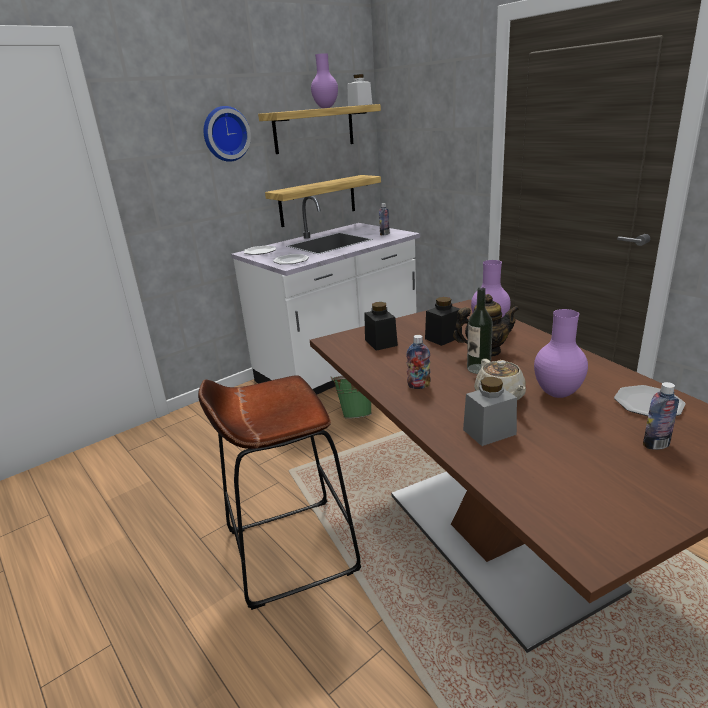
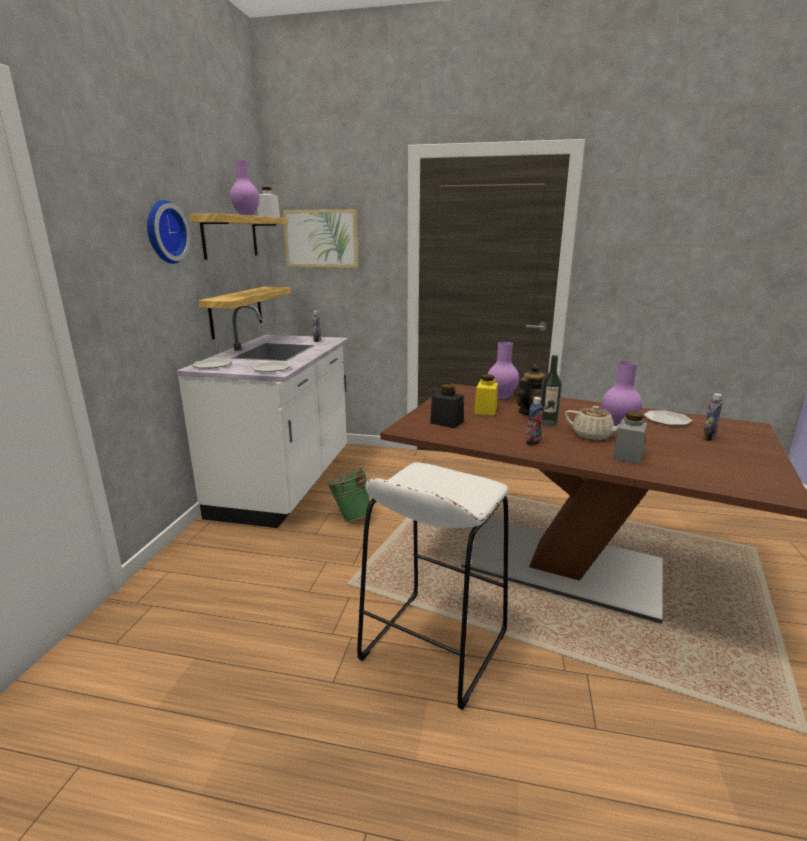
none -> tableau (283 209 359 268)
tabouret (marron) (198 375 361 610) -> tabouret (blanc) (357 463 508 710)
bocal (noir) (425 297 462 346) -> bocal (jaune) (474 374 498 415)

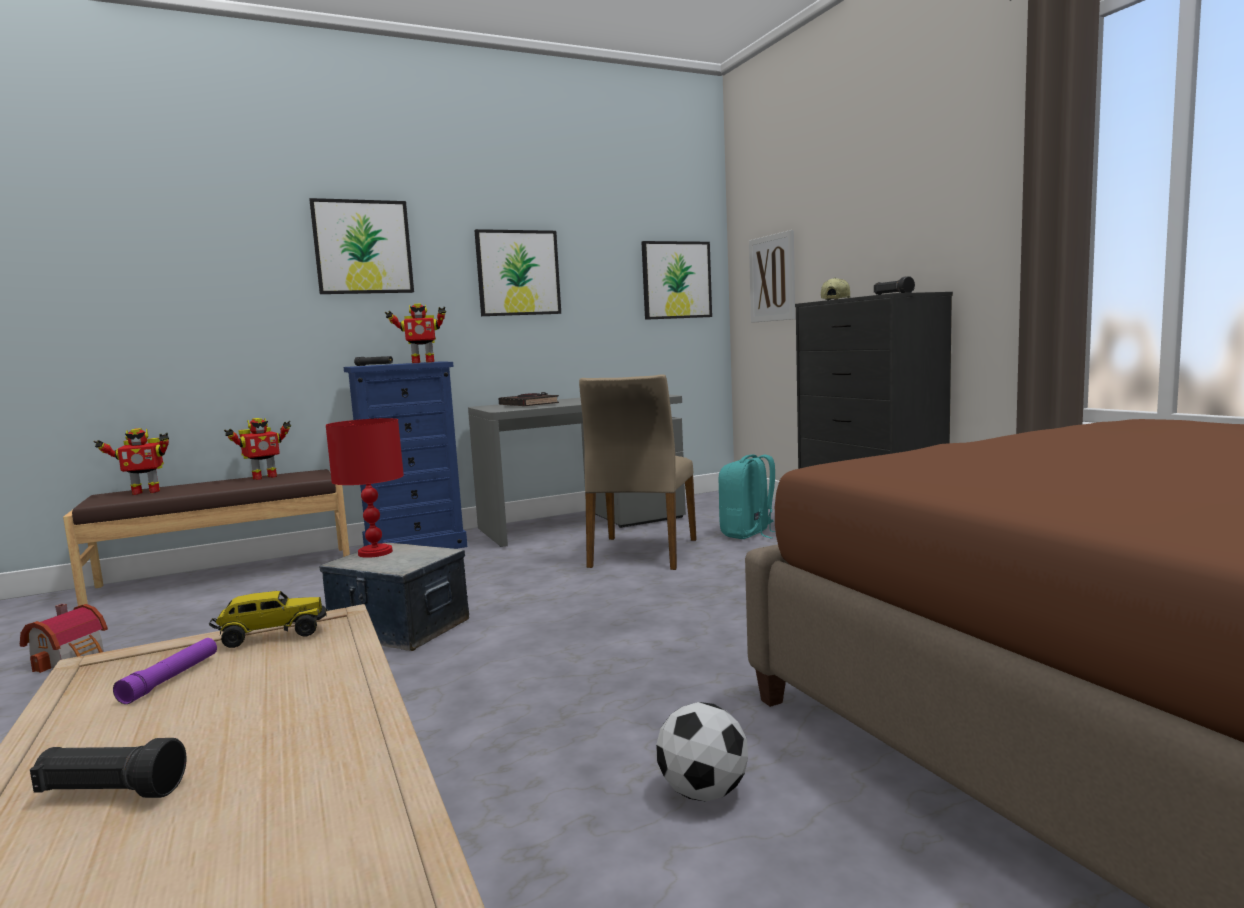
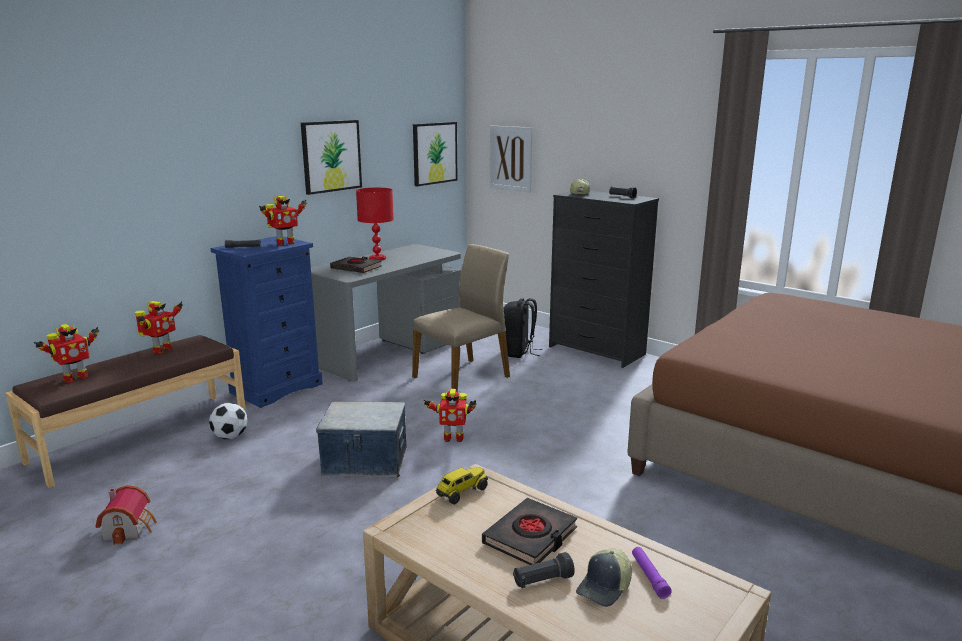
ballon de foot (656 702 748 802) -> ballon de foot (209 403 247 439), relocated
lampe de table (rouge) (326 418 404 558) -> lampe de table (rouge) (356 188 394 260), relocated
chaise (beige) (579 374 697 570) -> chaise (beige) (412 244 510 392), 120 degrees counterclockwise
none -> robot jouet (423 389 477 442)
none -> livre (noir) (482 498 577 565)
sac à dos (turquoise) (719 455 776 539) -> sac à dos (noir) (504 298 542 358)
none -> casquette (576 549 632 607)
lampe de poche (violet) (113 638 217 704) -> lampe de poche (violet) (632 547 672 599), relocated
tableau (309 198 414 294) -> none

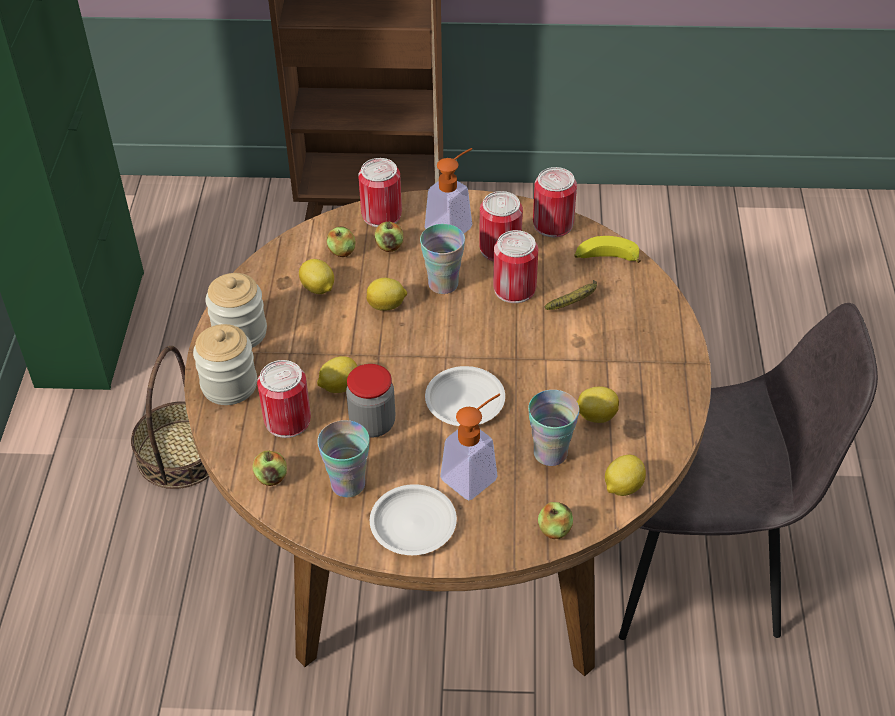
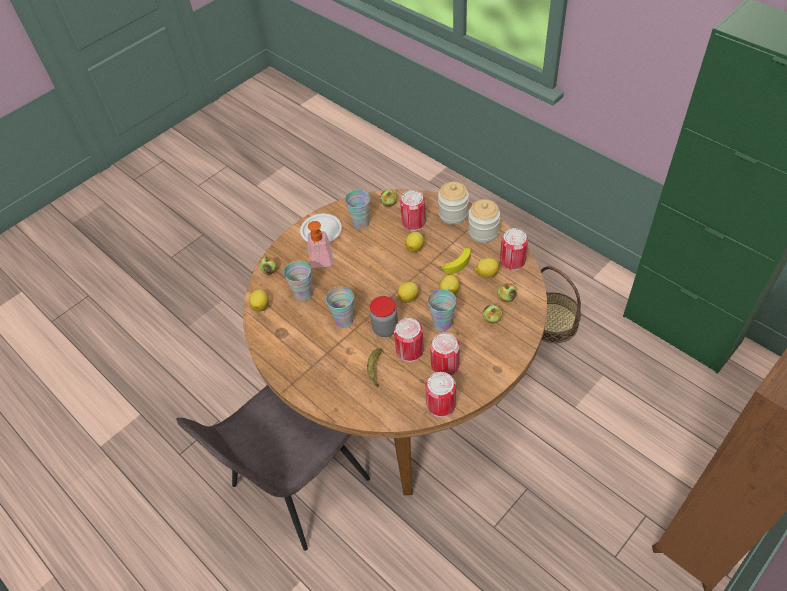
none -> tasse (326 287 354 328)
bocal (346 364 395 437) -> bocal (370 296 398 337), relocated
citron (577 386 619 423) -> citron (397 282 419 303), relocated
banane (574 236 641 263) -> banane (439 246 471 274), relocated
boîte métallique (358 158 402 227) -> boîte métallique (500 228 528 271), relocated
distributeur de savon (425 148 472 233) -> none
assiette (blanc) (425 366 505 426) -> none

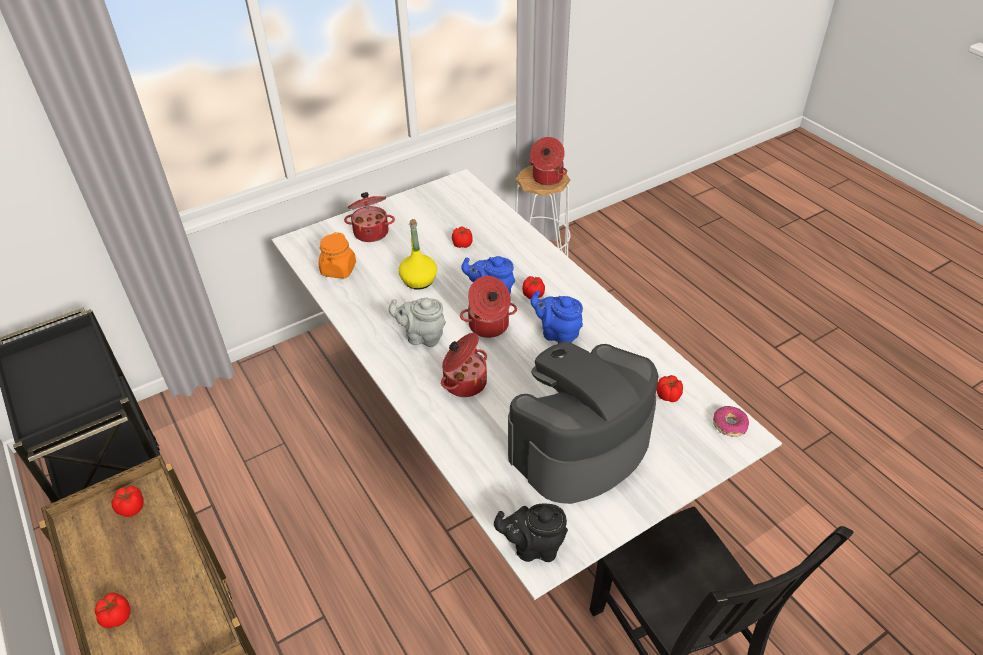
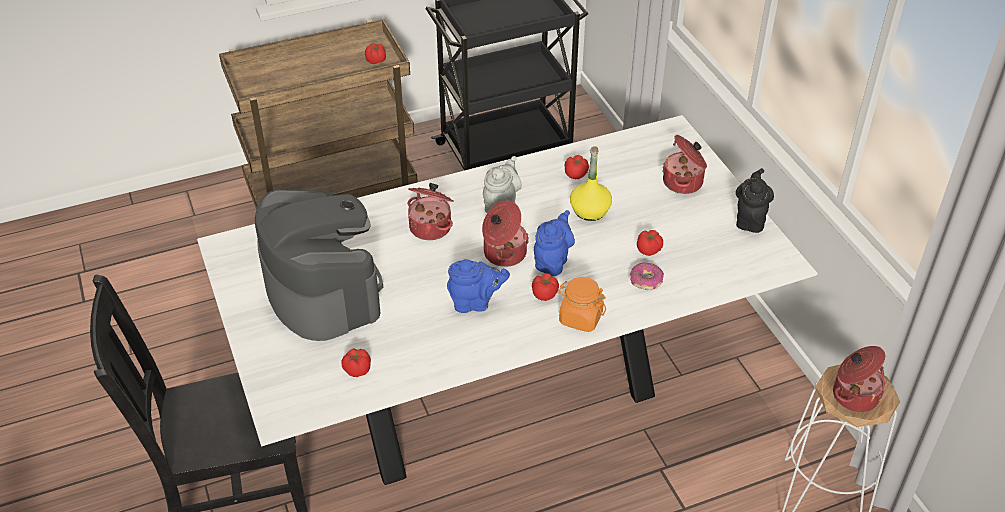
théière (bleu) (530 291 583 343) -> théière (bleu) (447 259 510 313), 45 degrees clockwise
bocal (orange) (318 232 356 278) -> bocal (orange) (557 277 606 332), relocated
tomate (95 593 131 628) -> tomate (565 155 589 179), relocated
beignet (713 406 749 437) -> beignet (630 262 664 290), relocated
théière (noir) (494 504 568 562) -> théière (noir) (736 168 774 233), relocated

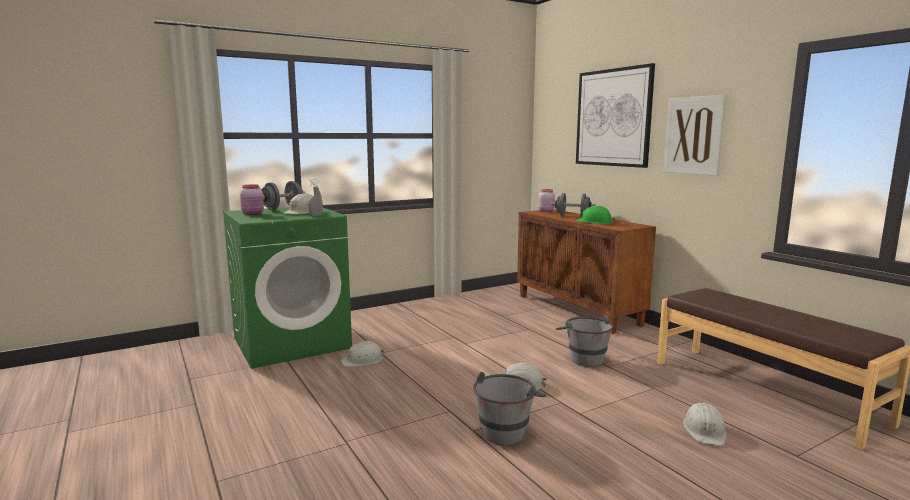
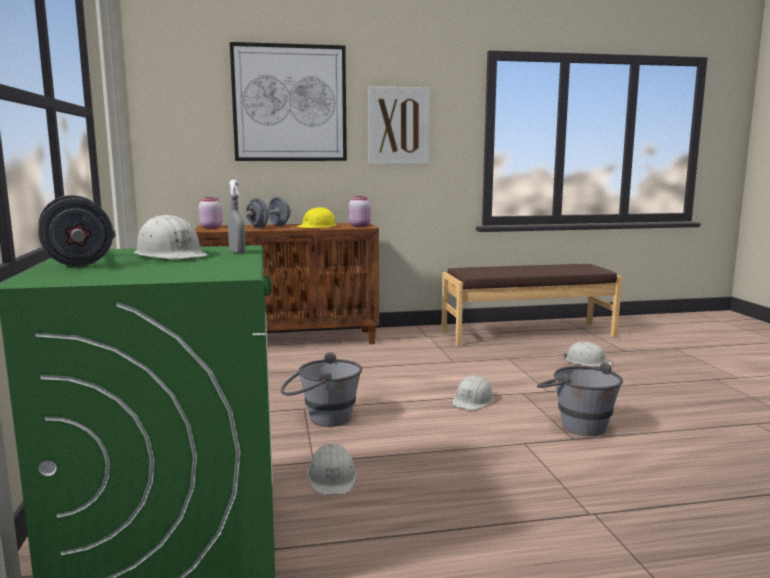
seau (gris) (556 315 614 367) -> seau (gris) (281 352 362 427), relocated
casque de chantier (vert) (576 206 615 224) -> casque de chantier (jaune) (296 207 337 228)
bocal (rose) (240 185 264 215) -> bocal (rose) (349 196 371 227), relocated

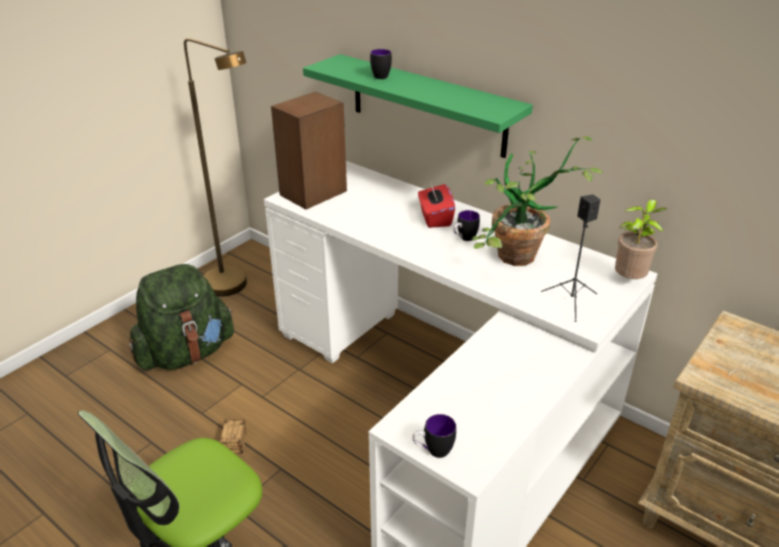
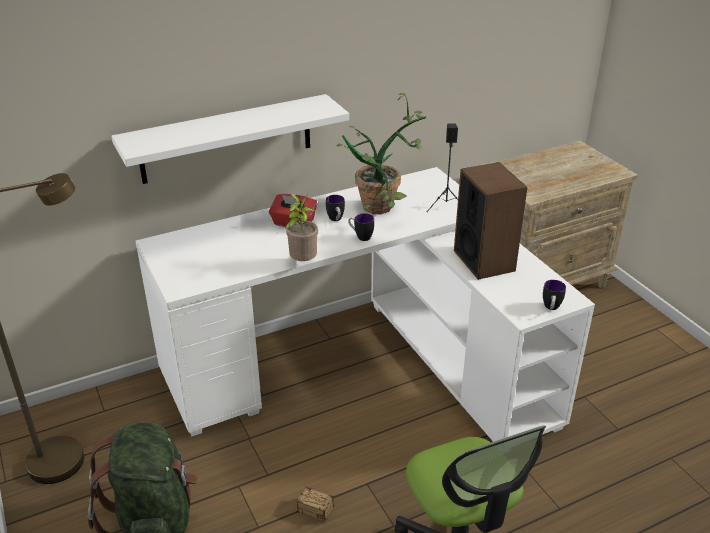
étagère (vert) (303 54 533 158) -> étagère (blanc) (111 94 349 184)
plante en pot (615 199 667 279) -> plante en pot (285 193 318 261), relocated
mug (370 49 392 79) -> mug (348 213 374 241), relocated
enceinte (271 92 347 209) -> enceinte (454 162 528 280), relocated

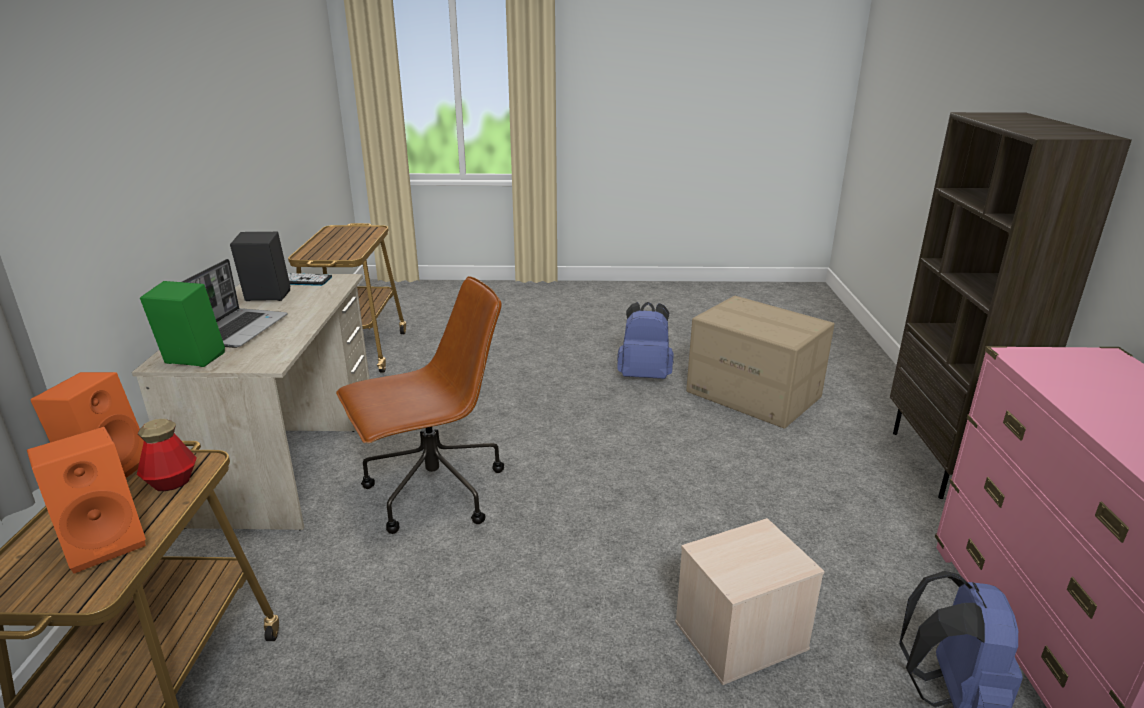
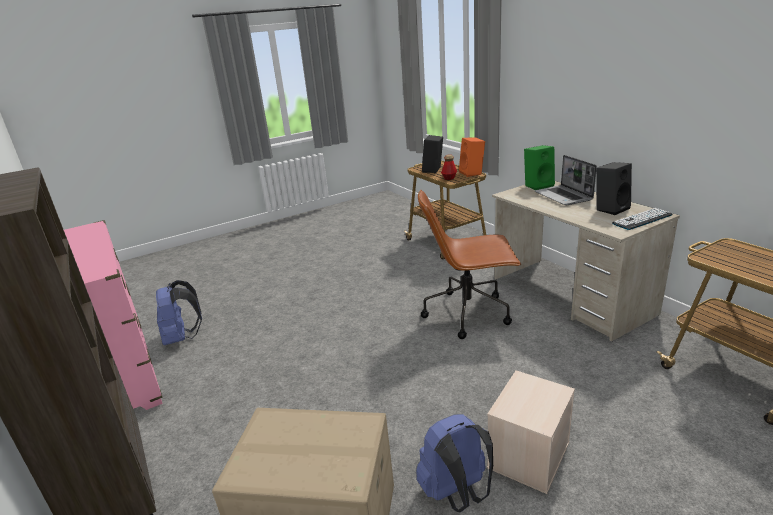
chaise de bureau (marron) (336 276 504 534) -> chaise de bureau (marron) (418 190 521 339), 60 degrees clockwise
enceinte (orange) (27 427 146 574) -> enceinte (noir) (422 135 443 173)
boîte de rangement (beige) (675 518 825 685) -> boîte de rangement (beige) (487 370 575 494), relocated

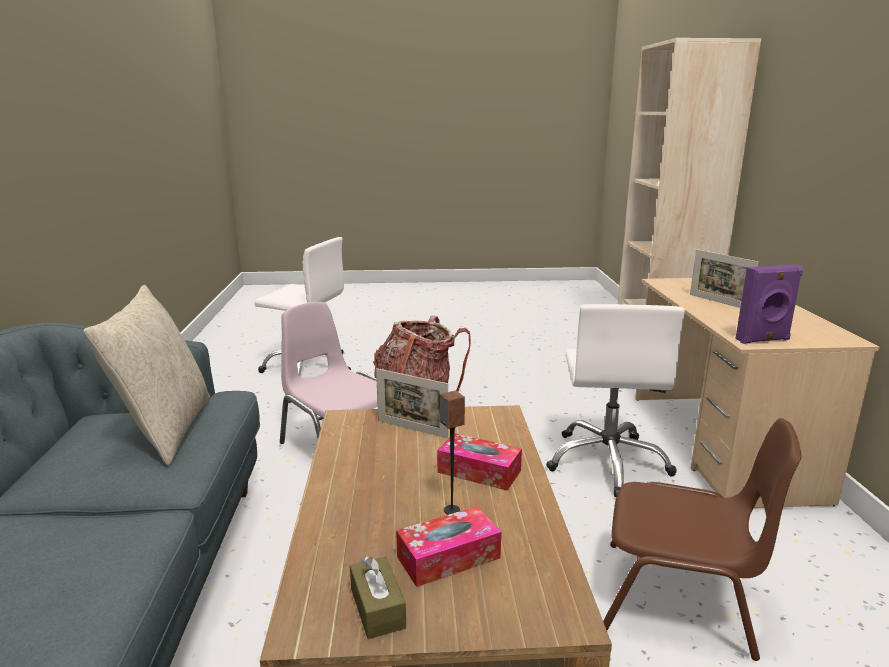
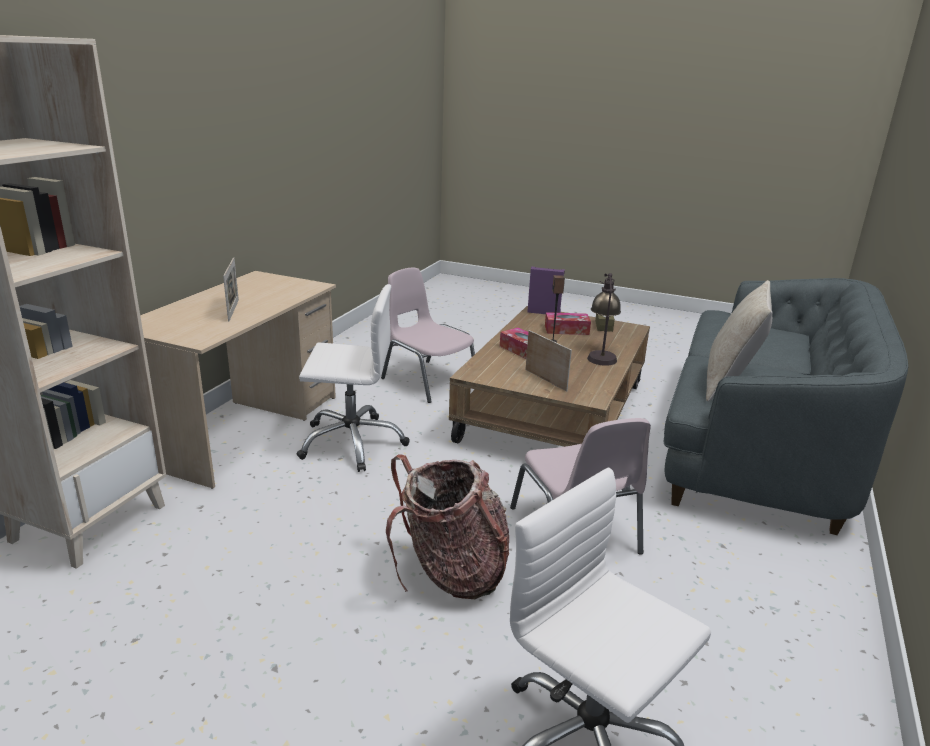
chaise de bureau (blanc) (546 304 685 497) -> chaise de bureau (blanc) (297 284 410 472), 60 degrees clockwise
chaise (marron) (603 418 802 661) -> chaise (rose) (381 267 475 403)
enceinte (violet) (735 265 803 344) -> enceinte (violet) (527 267 565 314), relocated
none -> lampe de table (587 273 621 366)

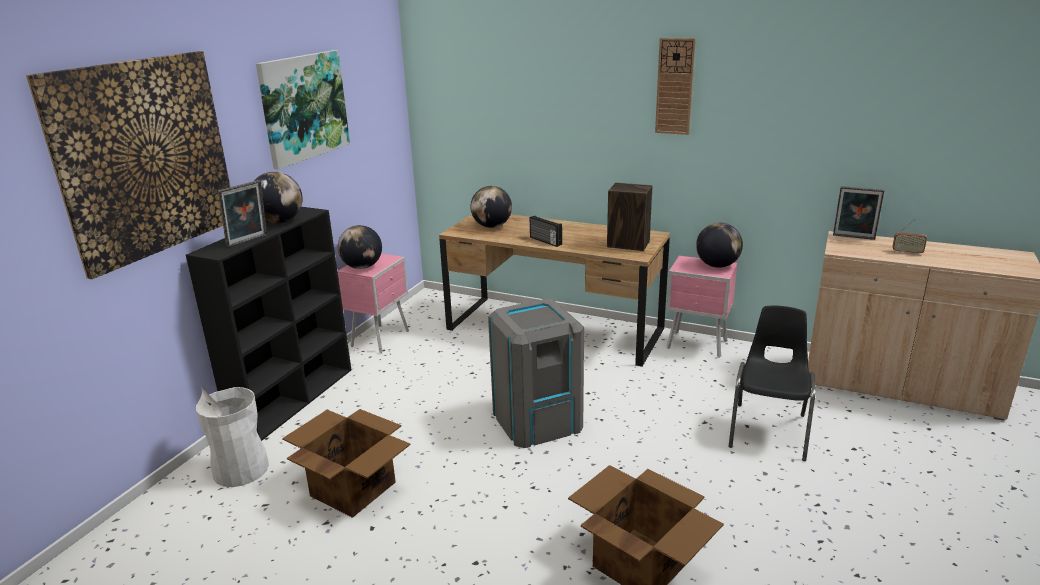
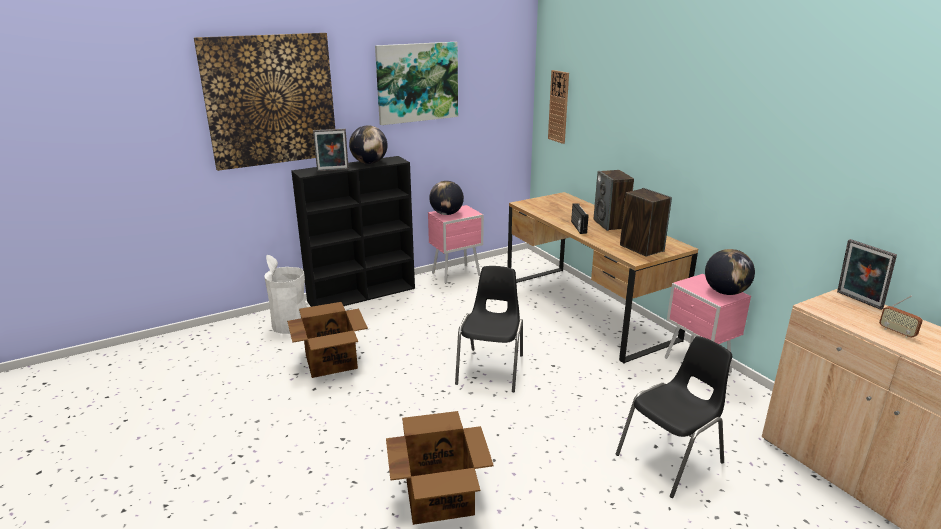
poubelle (gris) (488 299 584 448) -> chaise (noir) (455 266 523 392)
horloge murale (655 38 696 135) -> horloge murale (548 70 569 144), relocated
none -> enceinte (594 170 634 231)
globe (471 186 512 228) -> none

